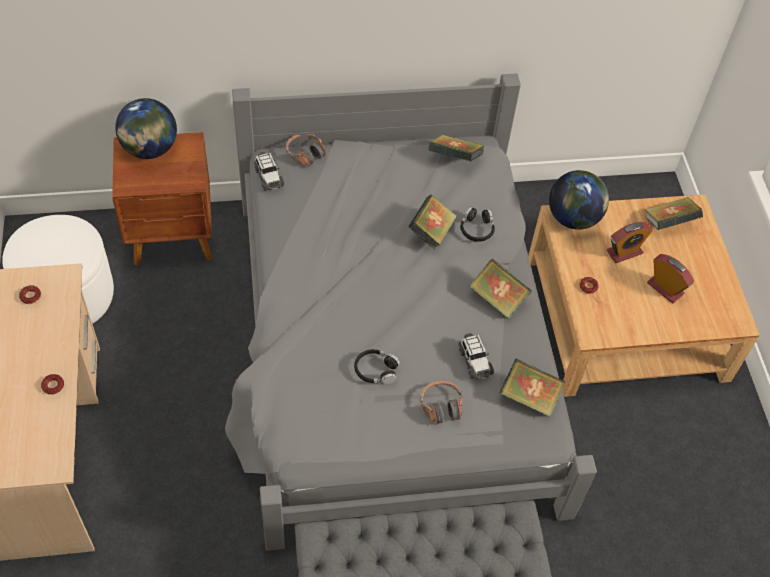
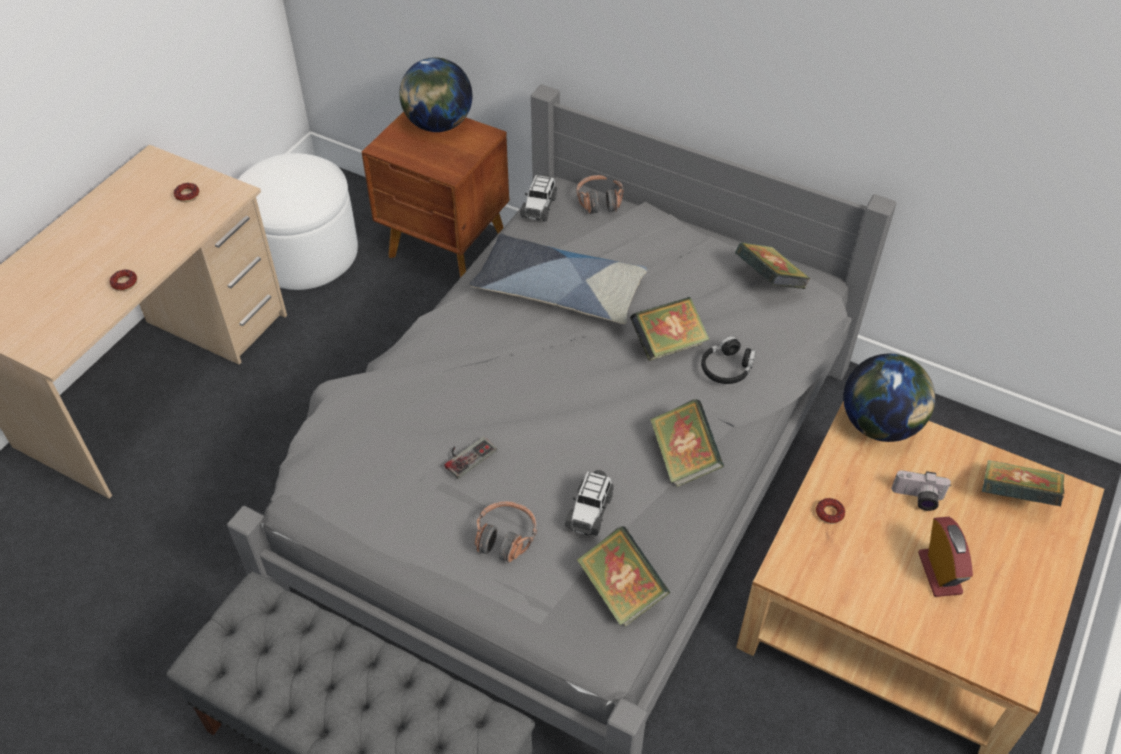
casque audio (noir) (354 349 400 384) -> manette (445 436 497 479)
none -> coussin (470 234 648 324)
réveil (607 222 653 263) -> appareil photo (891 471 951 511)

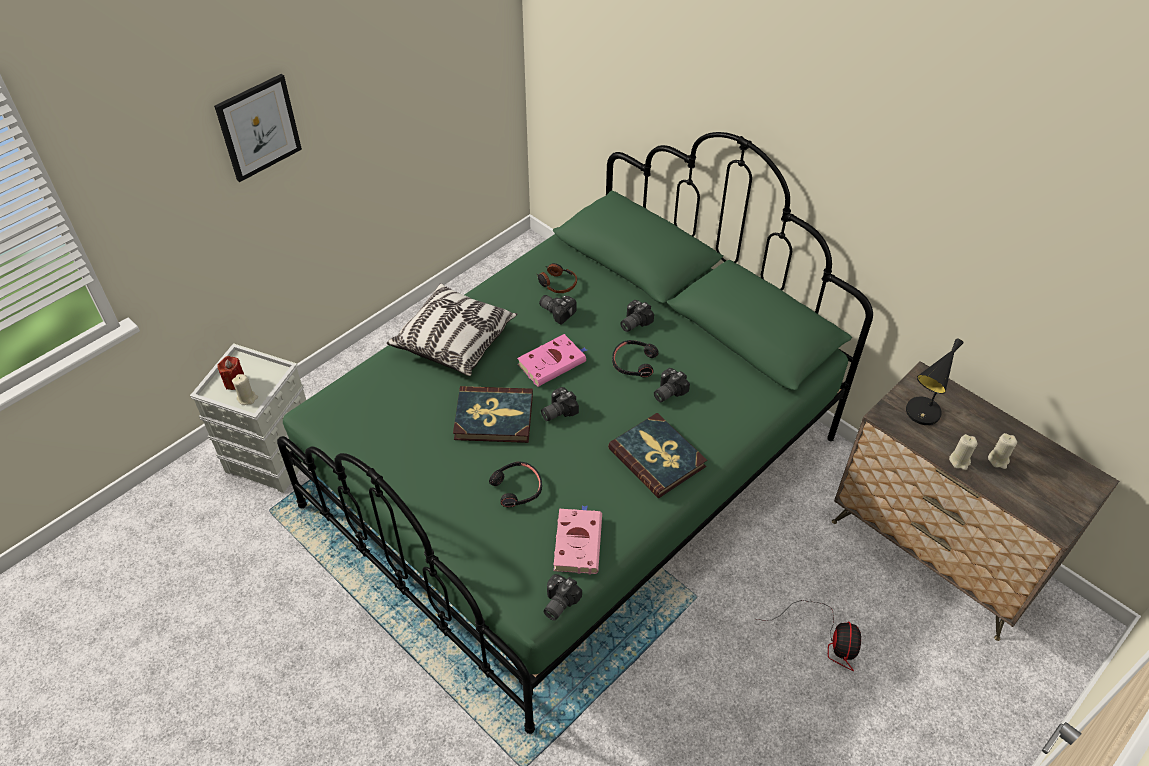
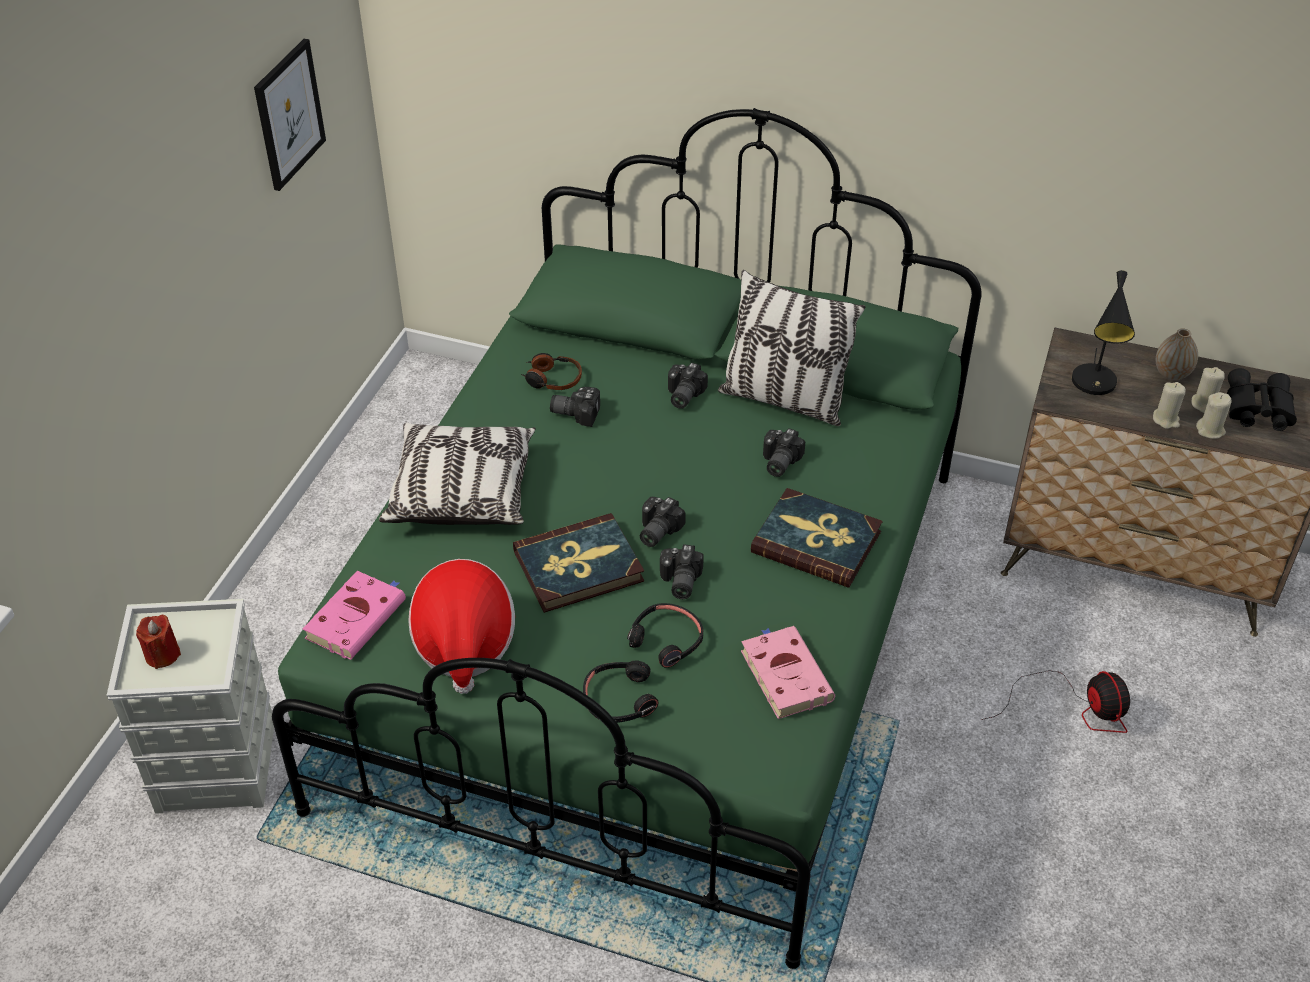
tableau (214 74 302 182) -> tableau (254 39 326 191), relocated
livre (rose) (517 334 587 387) -> livre (rose) (303 571 406 660), relocated
none -> chapeau (408 559 515 694)
casque audio (noir) (612 340 659 377) -> casque audio (noir) (583 661 659 723), relocated
appareil photo (544 574 582 621) -> appareil photo (660 544 704 599), relocated
none -> coussin (718 270 865 426)
none -> vase (1156 329 1198 380)
bougie (beige) (232 374 258 405) -> bougie (beige) (1196 392 1232 439), relocated
none -> jumelles (noir) (1227 368 1297 431)

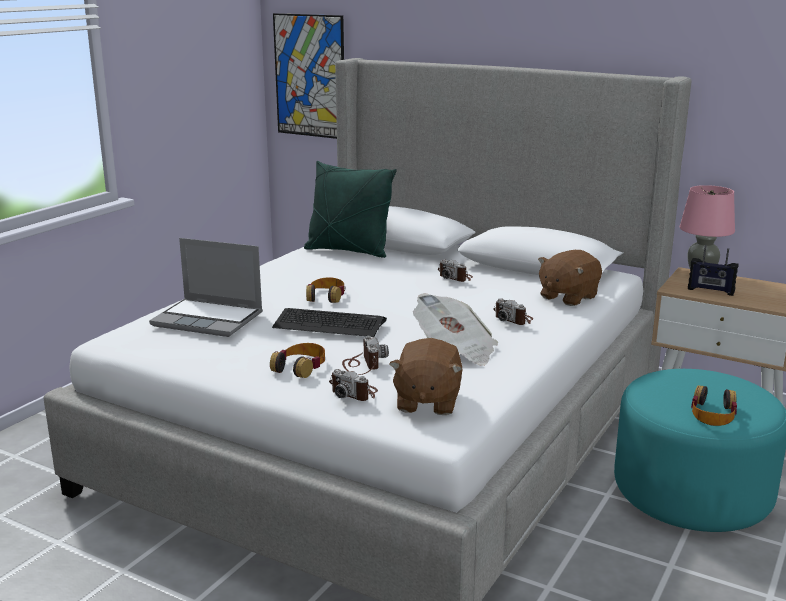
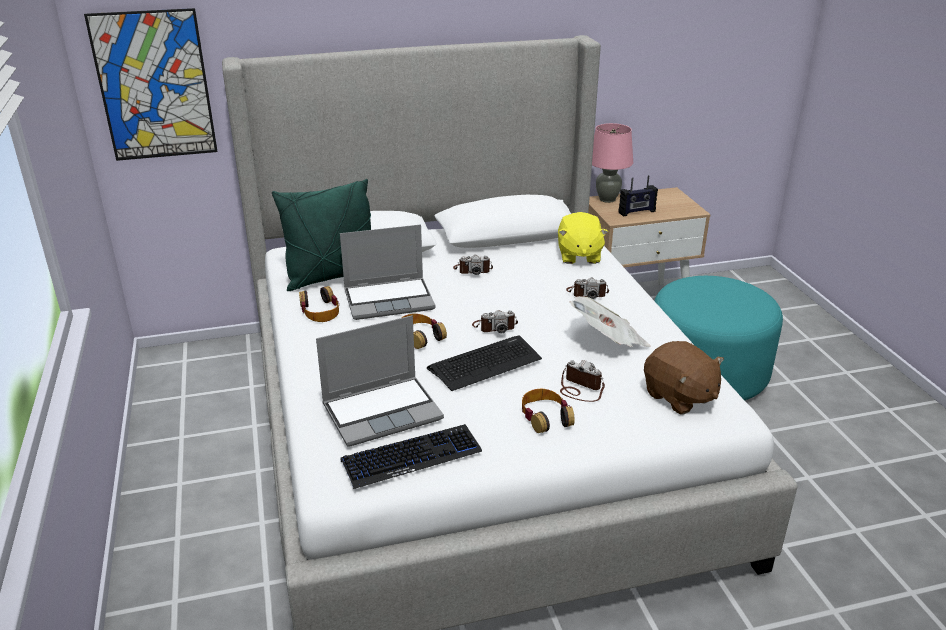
casque audio (691 386 737 426) -> casque audio (299 286 339 322), relocated
none -> ordinateur portable (340 224 435 320)
none -> clavier (340 424 482 489)
appareil photo (329 369 378 401) -> appareil photo (472 310 518 333), relocated
peluche (marron) (538 250 602 306) -> peluche (jaune) (558 212 608 264)

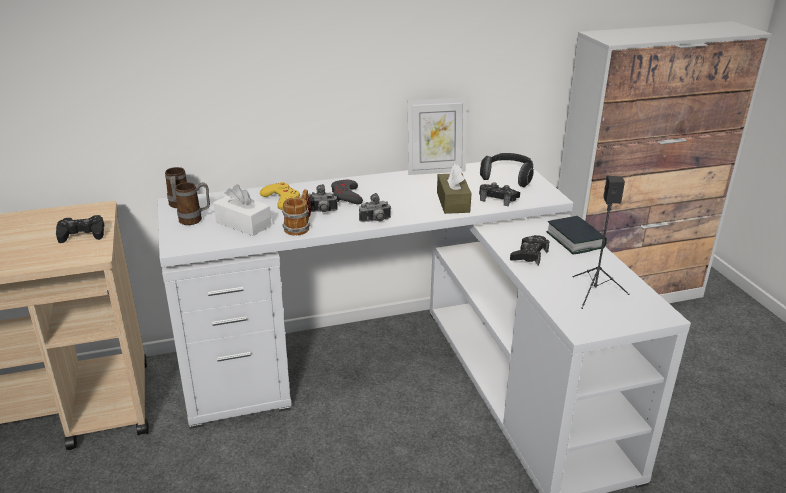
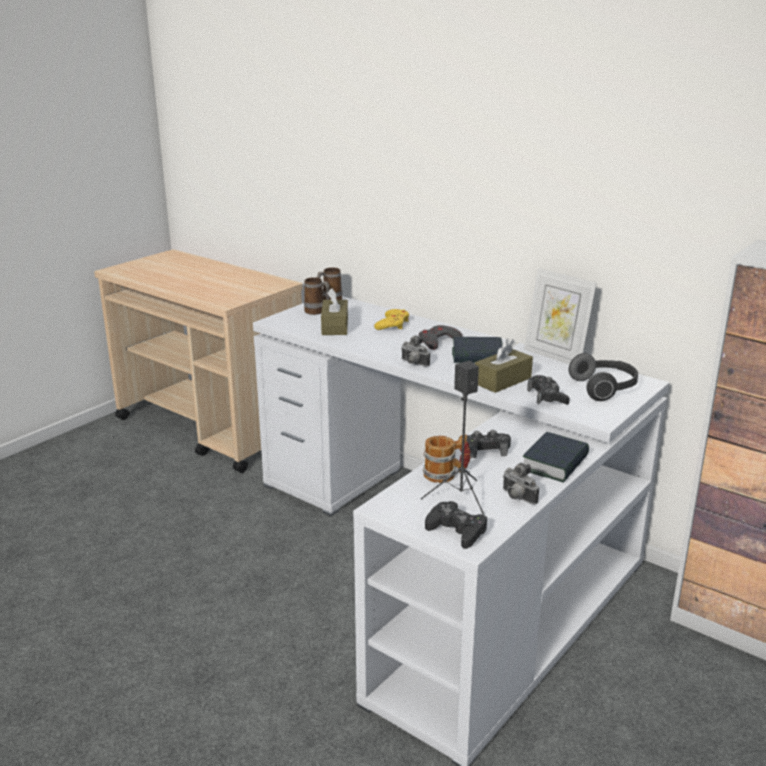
boîte à mouchoirs (blanc) (214 184 272 236) -> boîte à mouchoirs (marron) (321 288 348 335)
mug (282 189 311 236) -> mug (423 434 471 483), relocated
manette (noir) (56 215 105 243) -> manette (noir) (425 501 487 549), relocated
none -> livre (452 337 503 363)
appareil photo (308 184 338 212) -> appareil photo (503 463 539 504), relocated

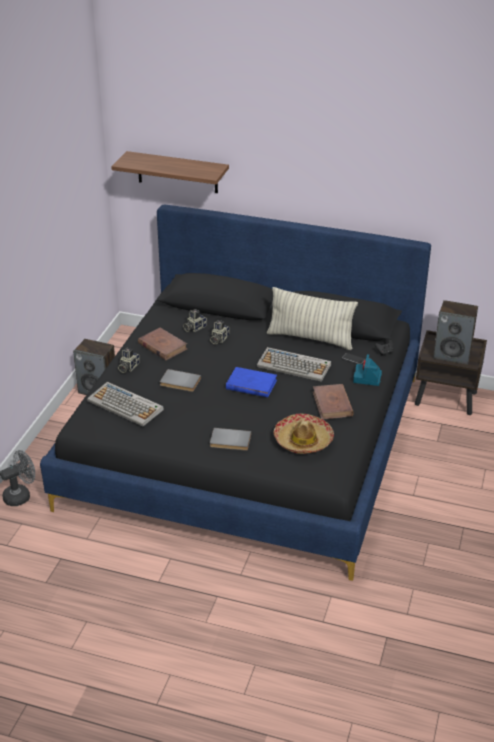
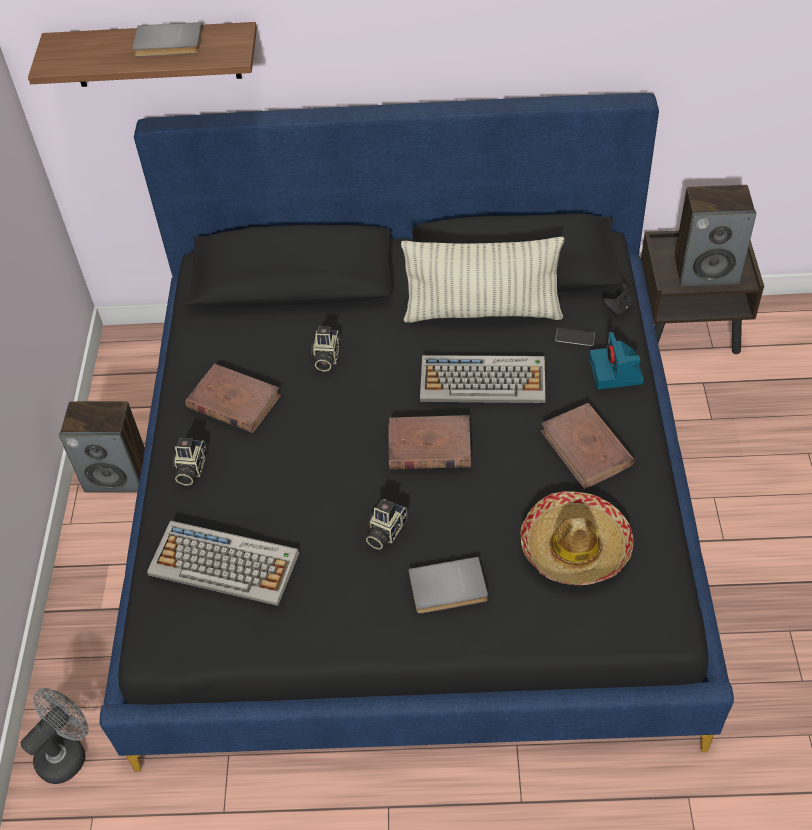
livre (gris) (160 369 201 392) -> livre (gris) (132 22 203 57), relocated
appareil photo (183 309 207 332) -> appareil photo (366 499 407 550), relocated
livre (bleu) (226 367 277 397) -> livre (marron) (388 415 471 469)

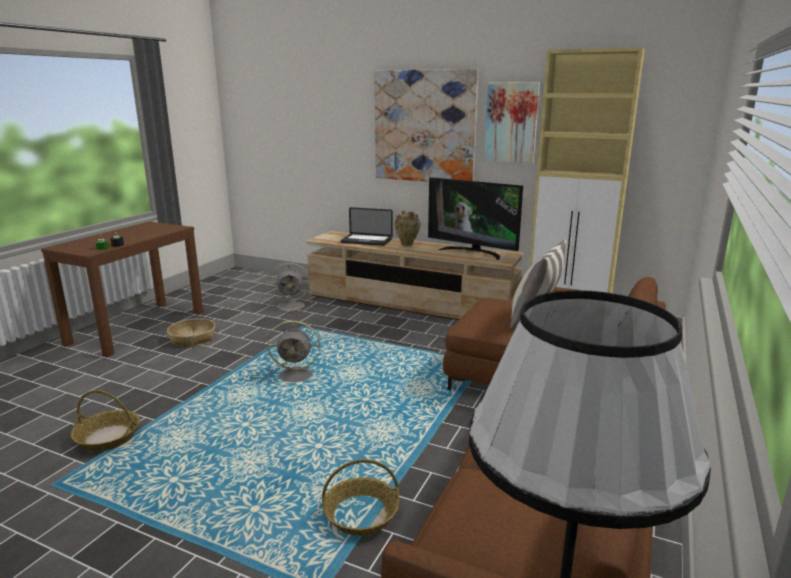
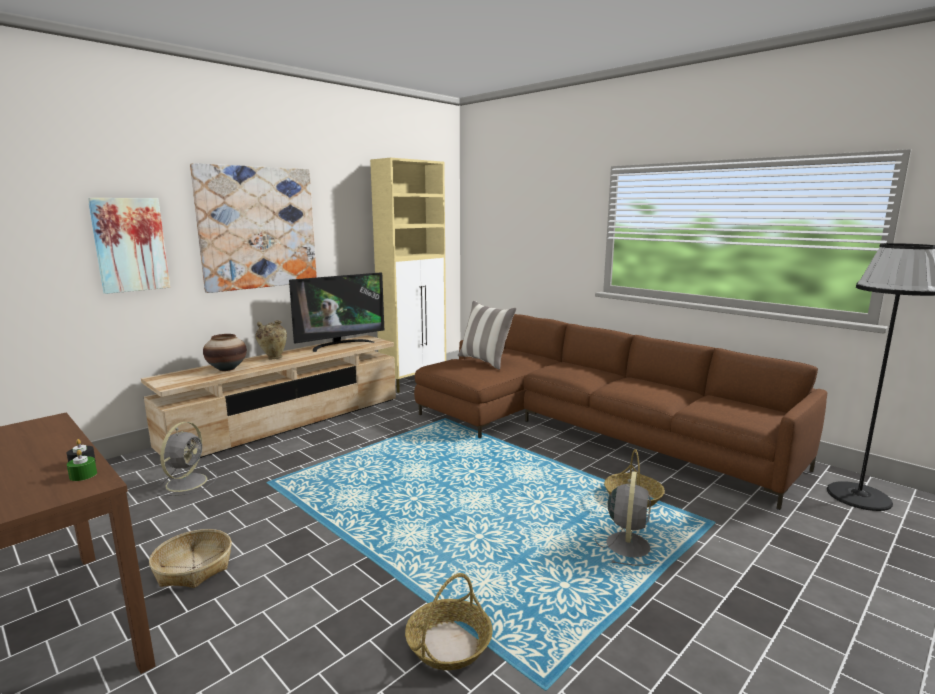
tableau (484 82 540 163) -> tableau (88 198 170 294), relocated
ordinateur portable (341 207 393 246) -> vase (203 334 247 371)
ventilateur (gris) (267 321 320 385) -> ventilateur (gris) (595 471 658 566), relocated

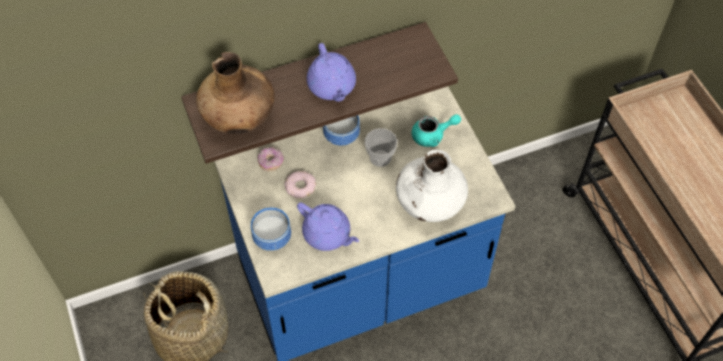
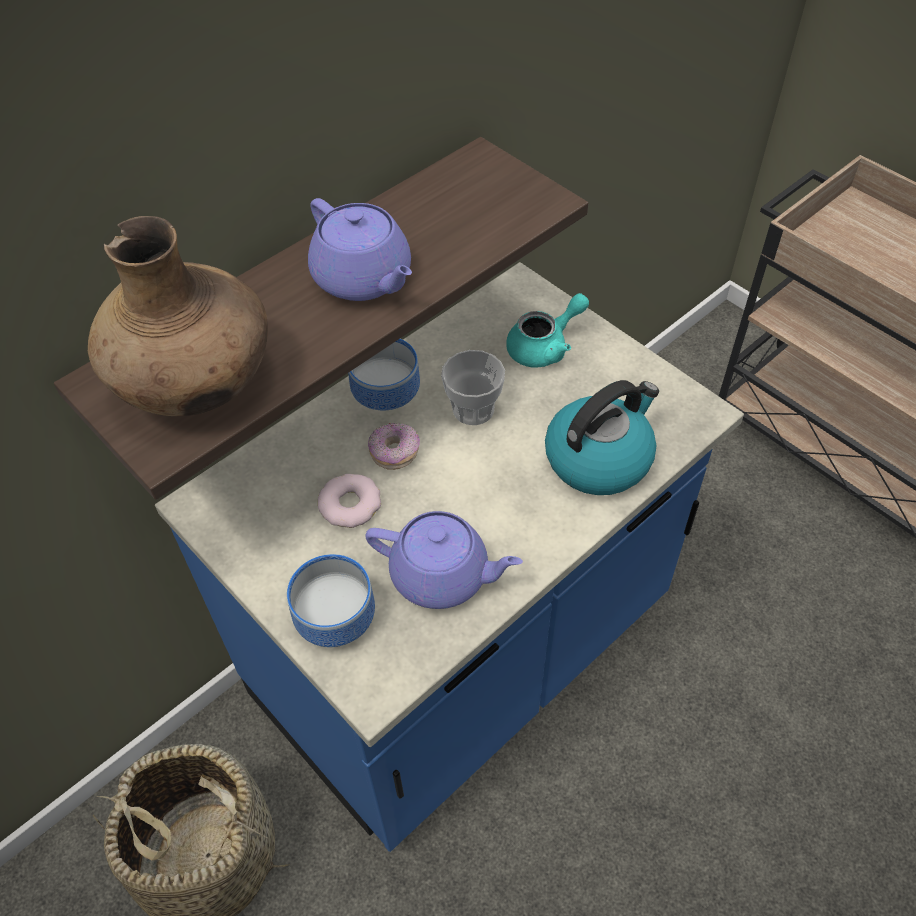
beignet (258 147 284 171) -> beignet (368 423 420 470), relocated
vase (blanc) (396 149 468 222) -> bouilloire (545 380 659 495)

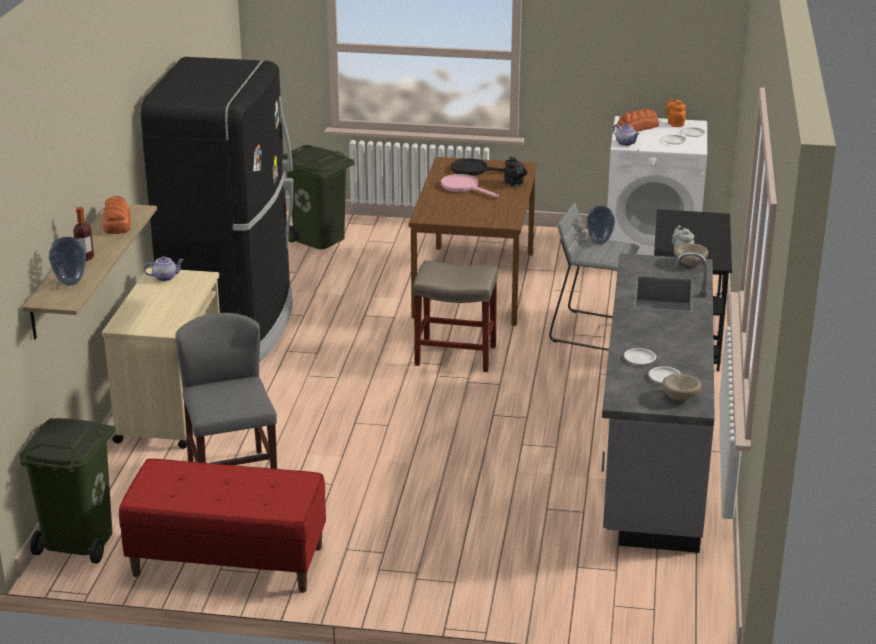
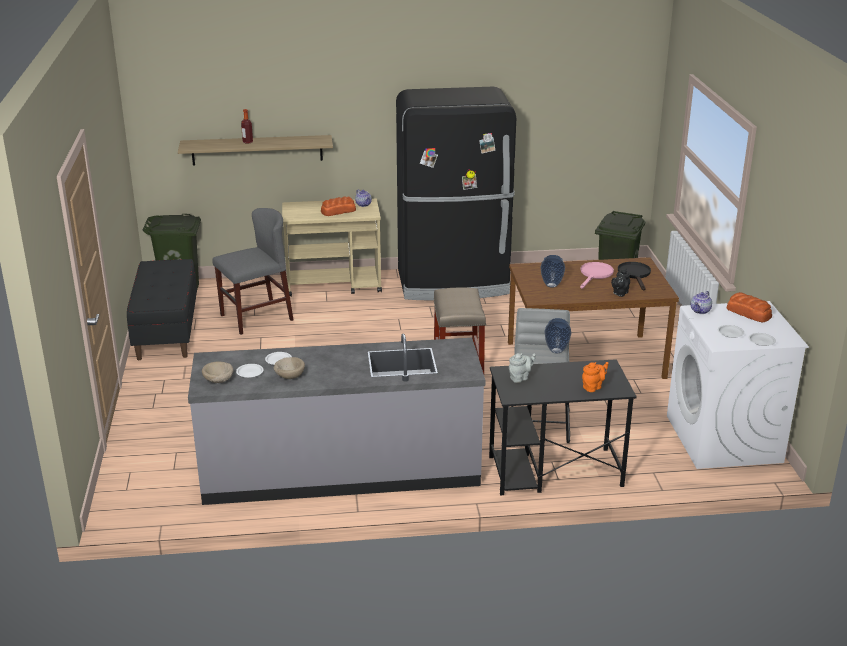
banc (rouge) (119 459 326 593) -> banc (noir) (127 259 197 360)
bol (beige) (674 243 708 266) -> bol (beige) (274 357 305 379), relocated
pain (103 196 131 234) -> pain (321 196 356 216), relocated
vase (49 237 86 285) -> vase (541 255 565 288), relocated
théière (orange) (666 98 686 127) -> théière (orange) (582 362 608 392), relocated

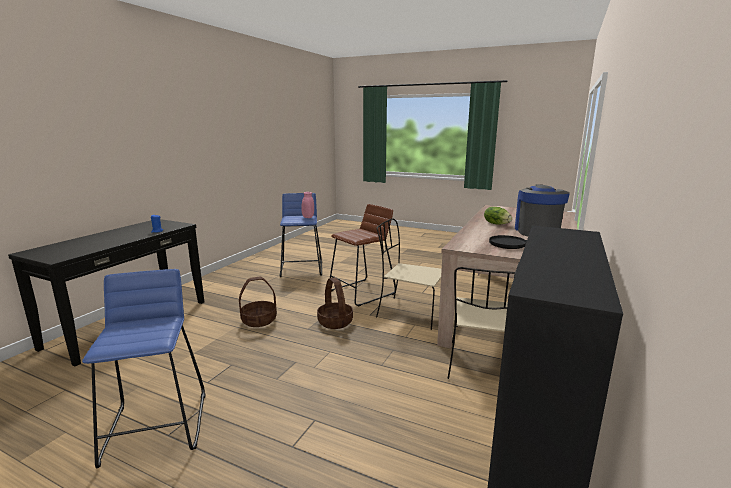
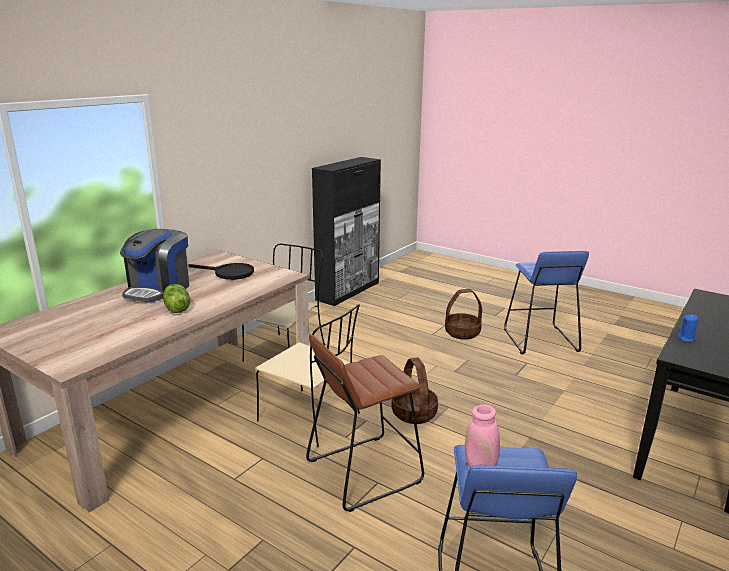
panier (239 277 277 327) -> panier (445 289 482 340), relocated

